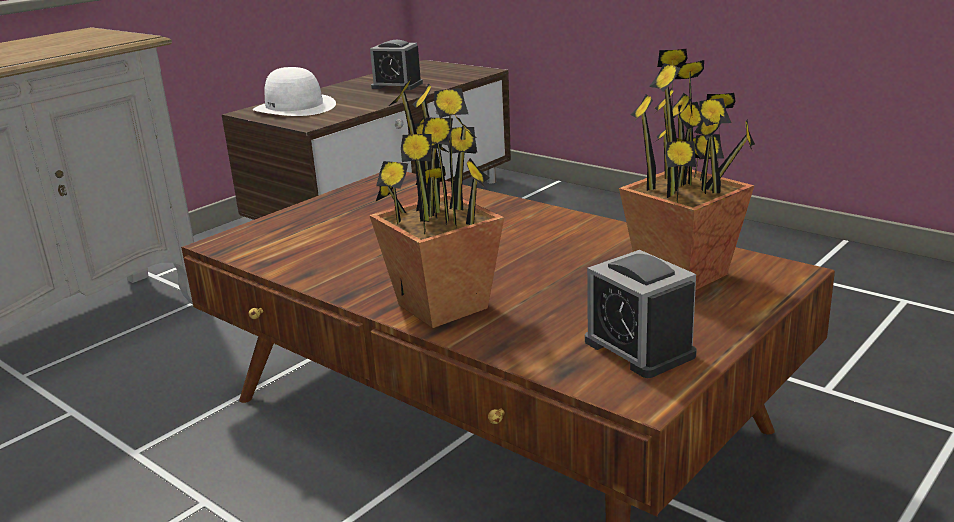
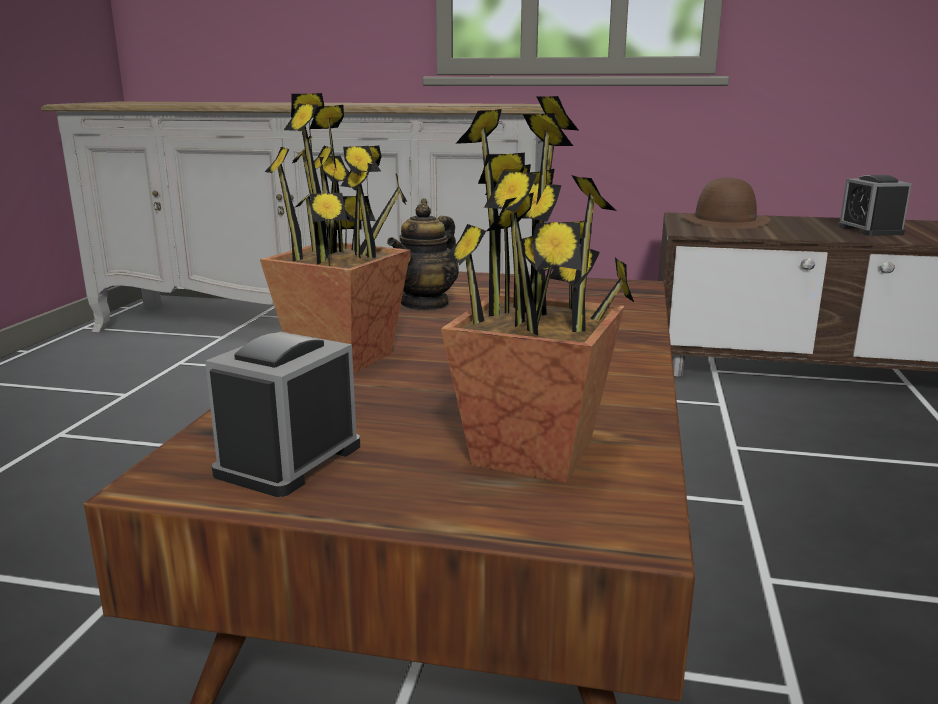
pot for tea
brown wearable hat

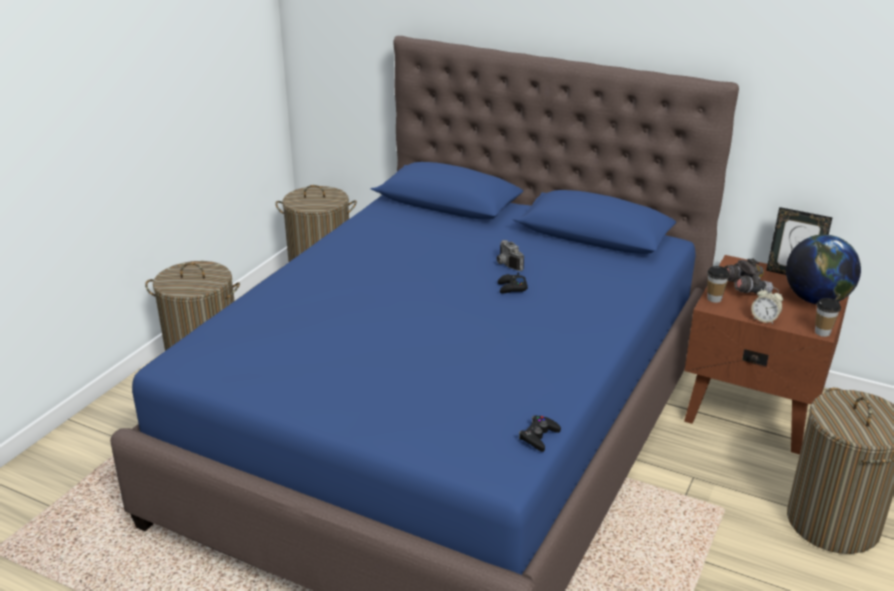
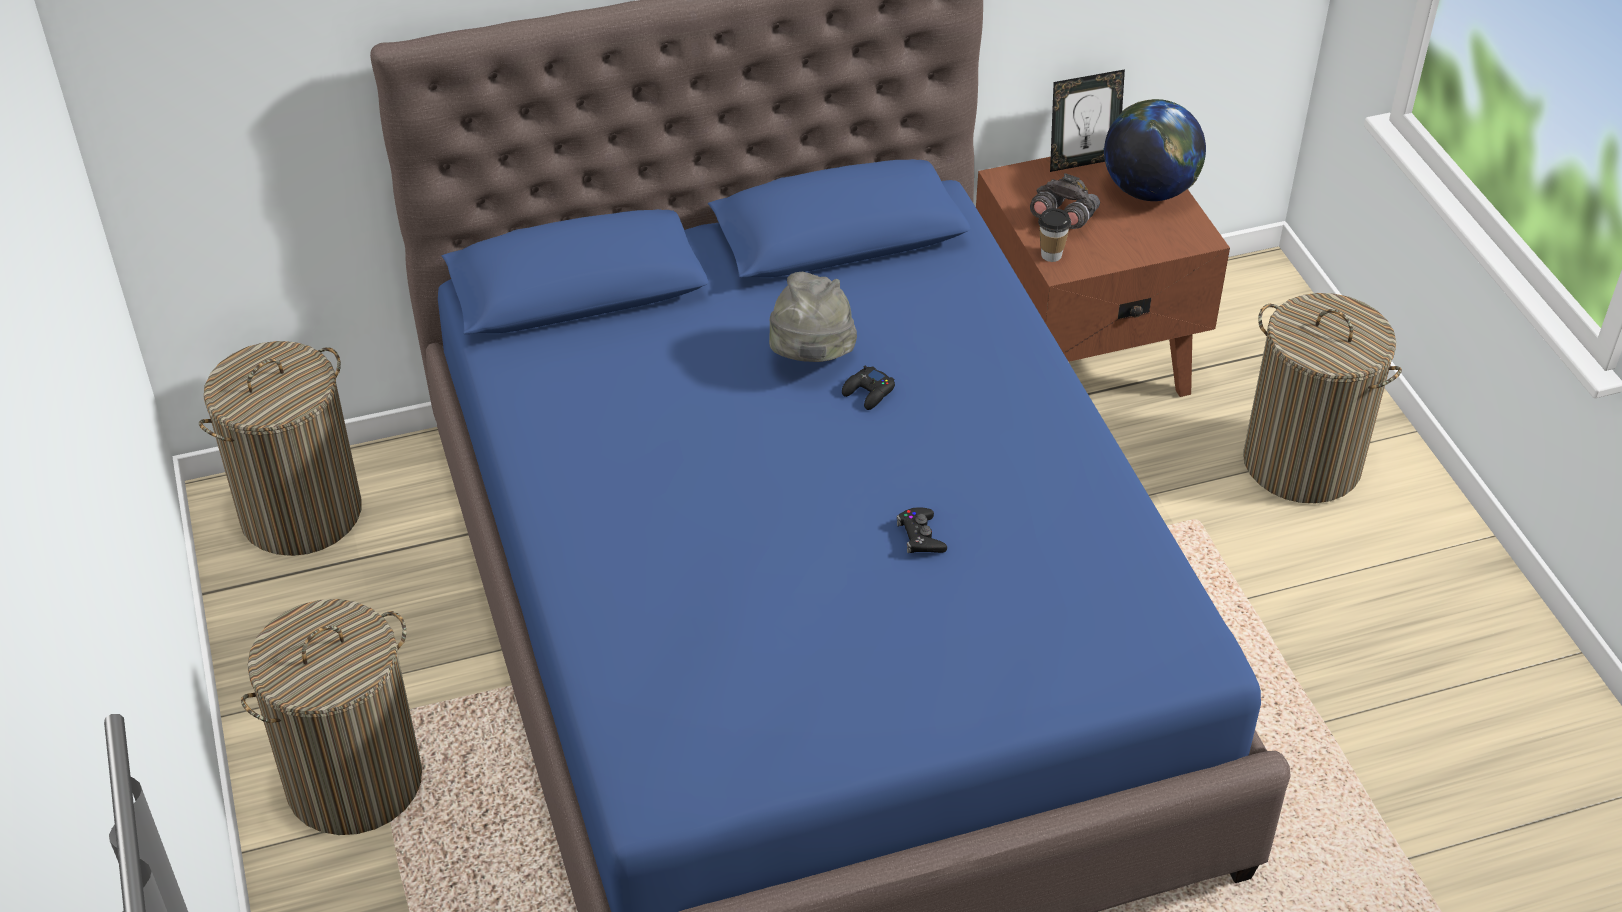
greyish wearable hat
blackish game controller (no. 2 from left)
alarm clock
cup (no. 2 from left in the first image)

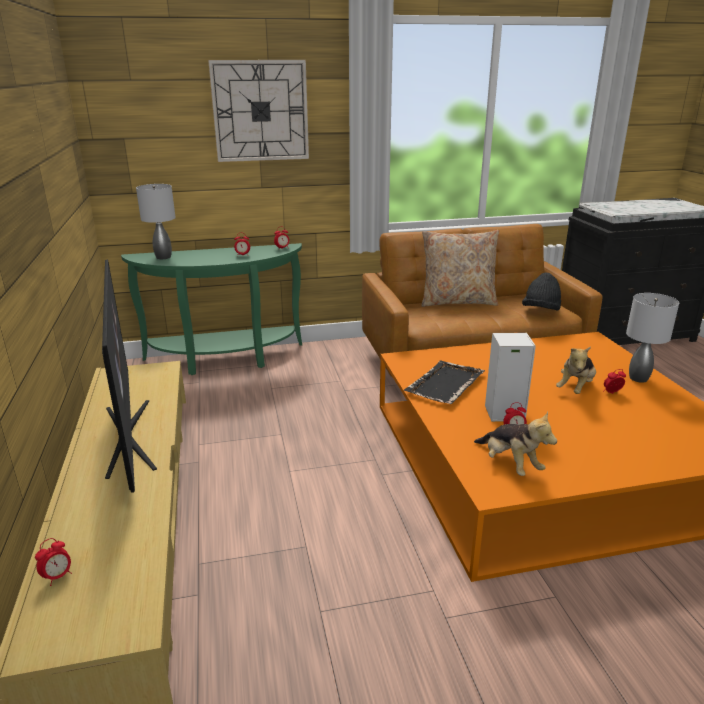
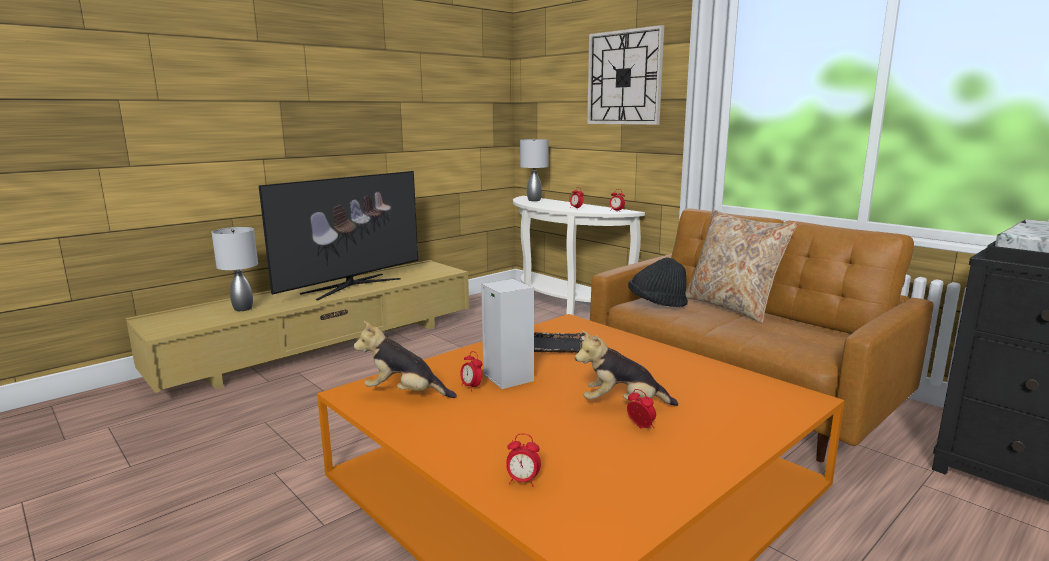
greyish table lamp (no. 1 from left)
cuddly toy (no. 1 from left)
alarm clock (no. 2 from left)
white console table
blackish wearable hat

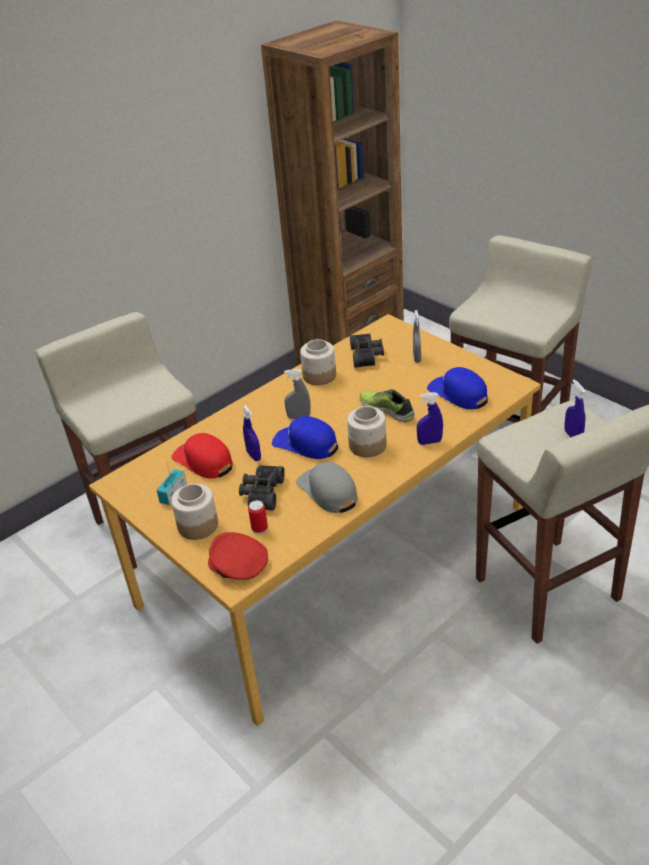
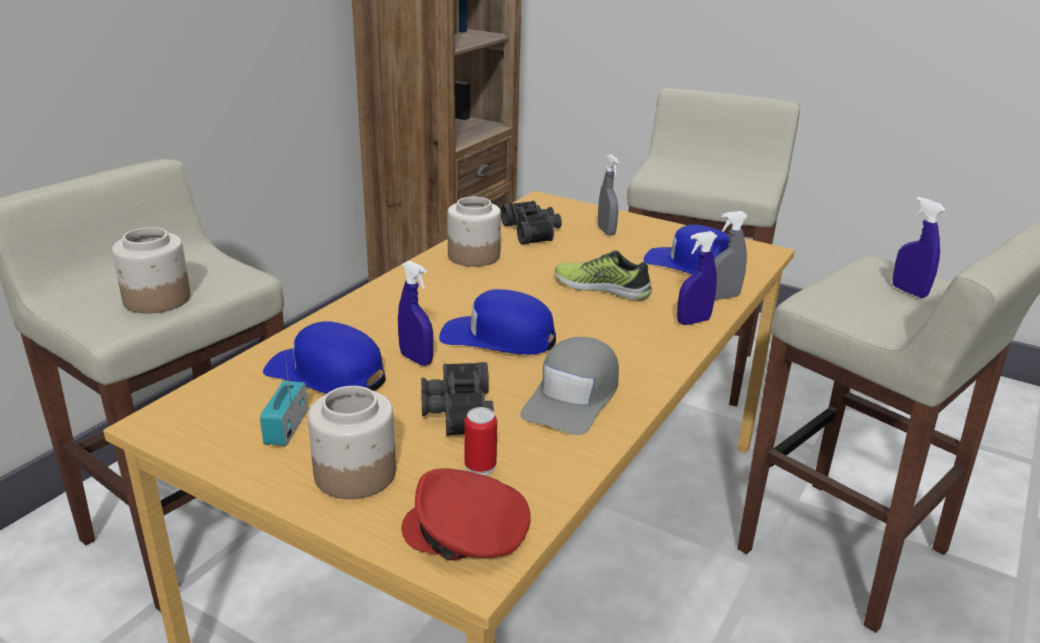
preserve jar (no. 1 from left)
bluish peaked cap (no. 1 from left)
greyish peaked cap
greyish spray bottle (no. 2 from left)

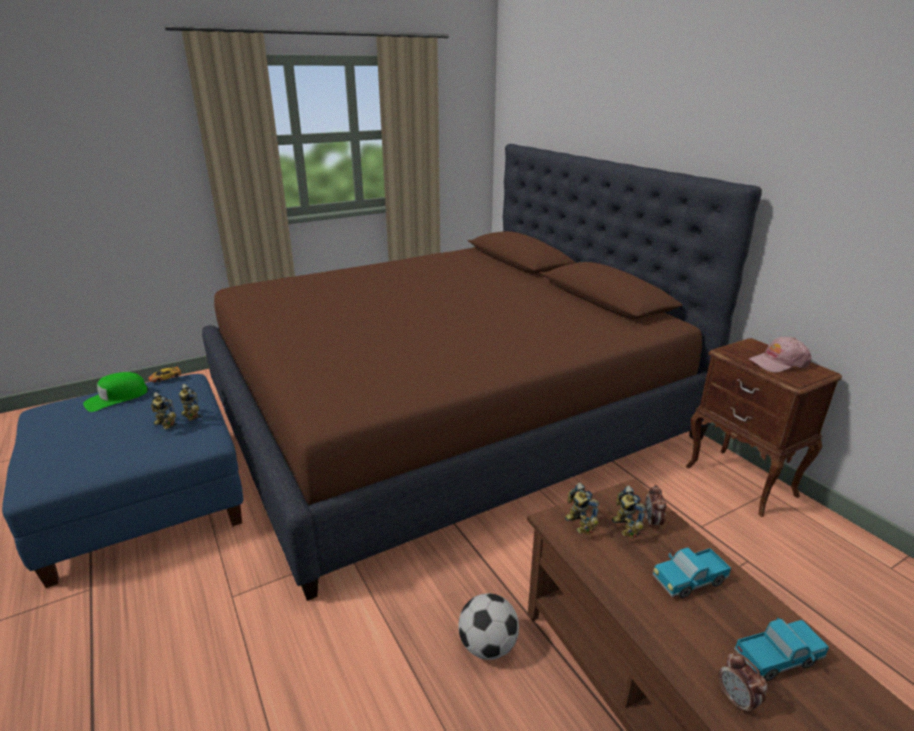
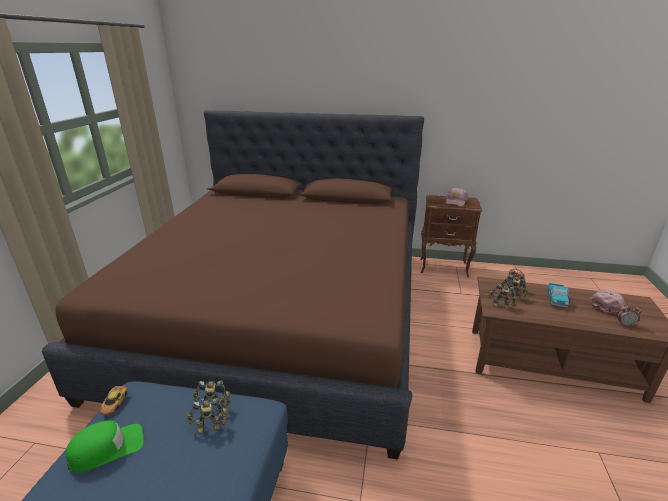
green-coloured peaked cap
pinkish peaked cap (no. 2 from left)
football

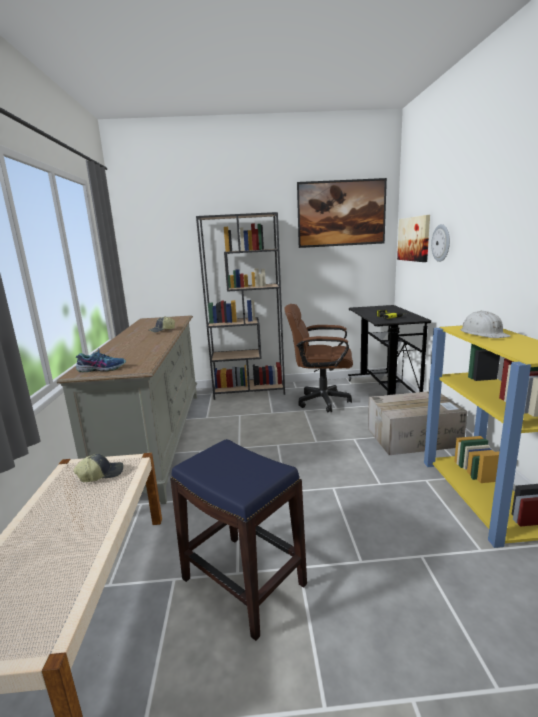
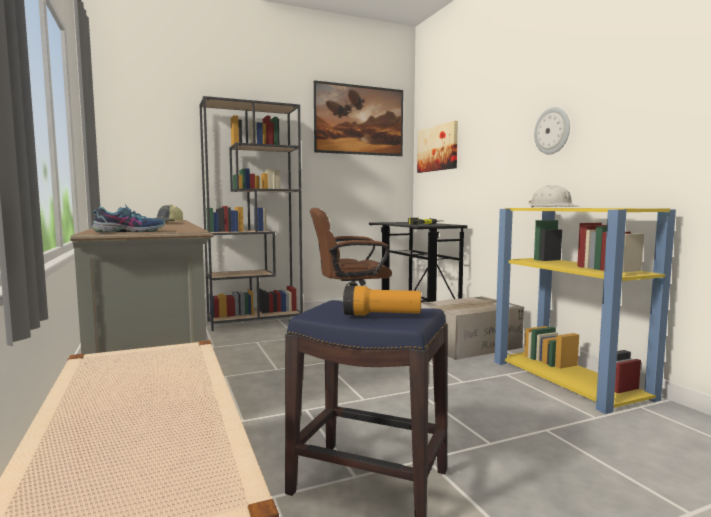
flashlight
wall clock
peaked cap (no. 1 from left in the first image)

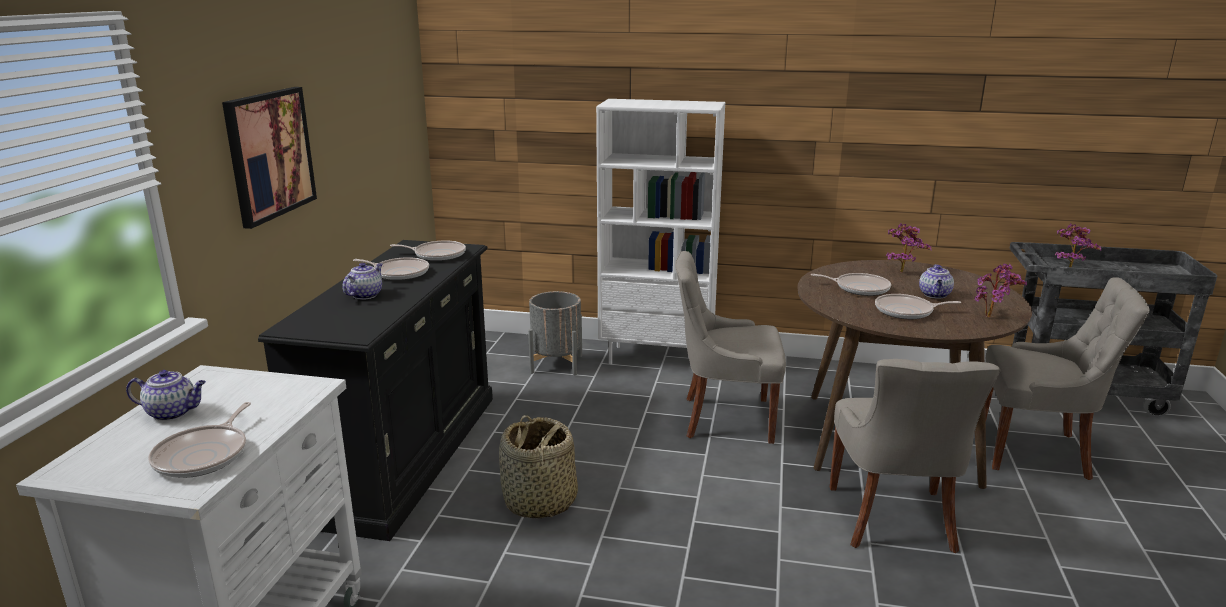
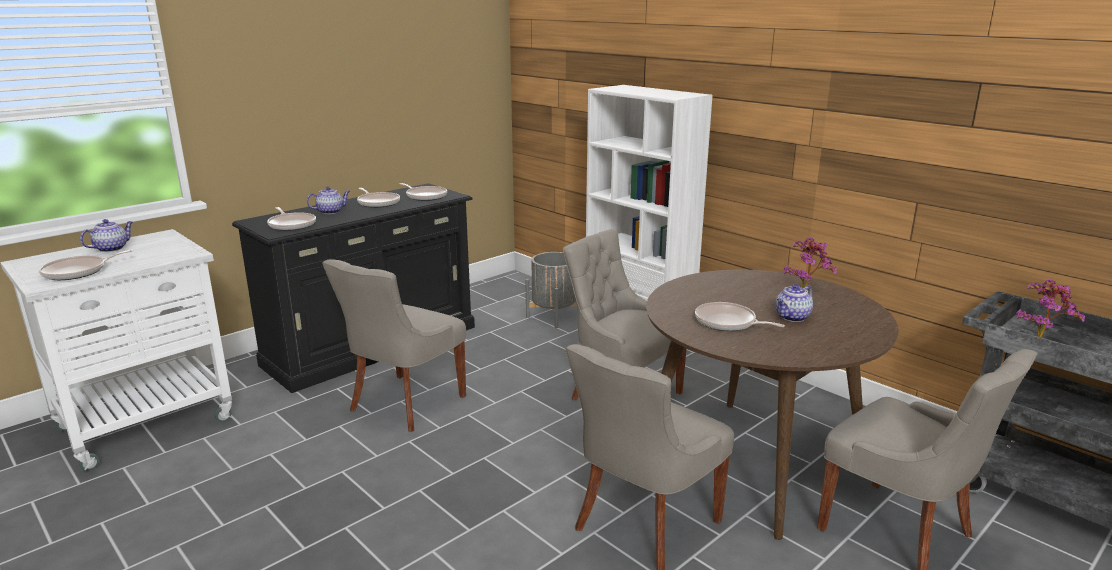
pot for tea (no. 1 from left)
skillet (no. 2 from left)
greyish chair (no. 1 from left)
picture
potted plant (no. 2 from left in the first image)

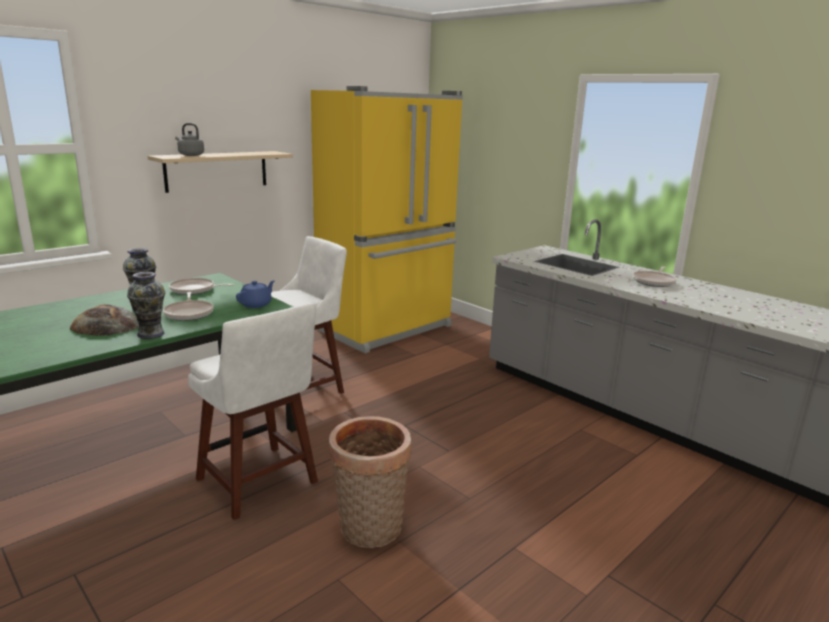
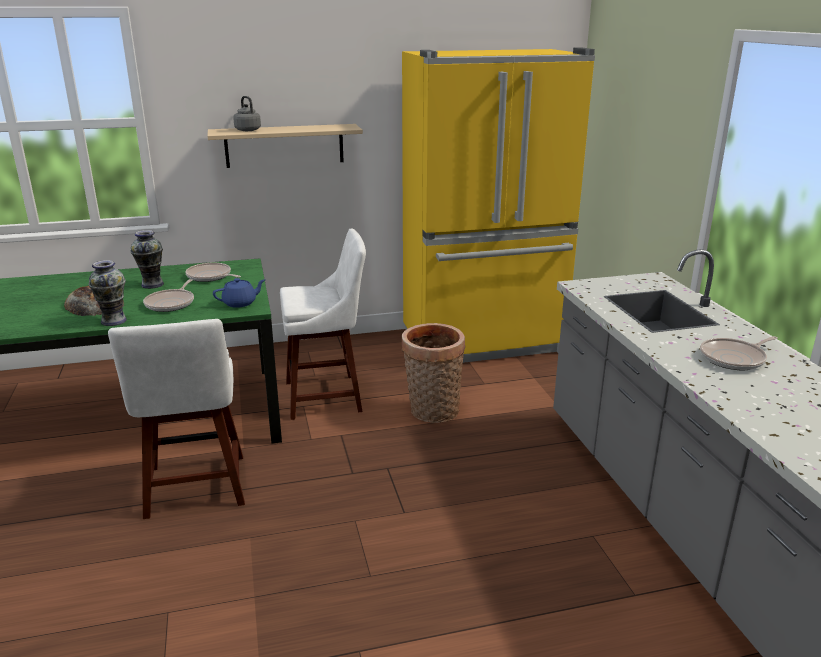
storage basket

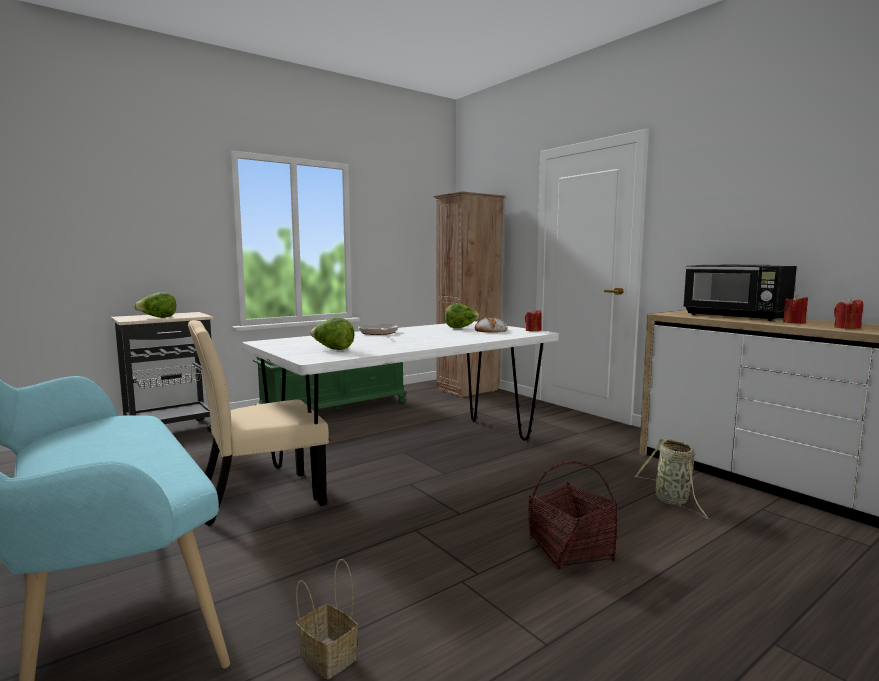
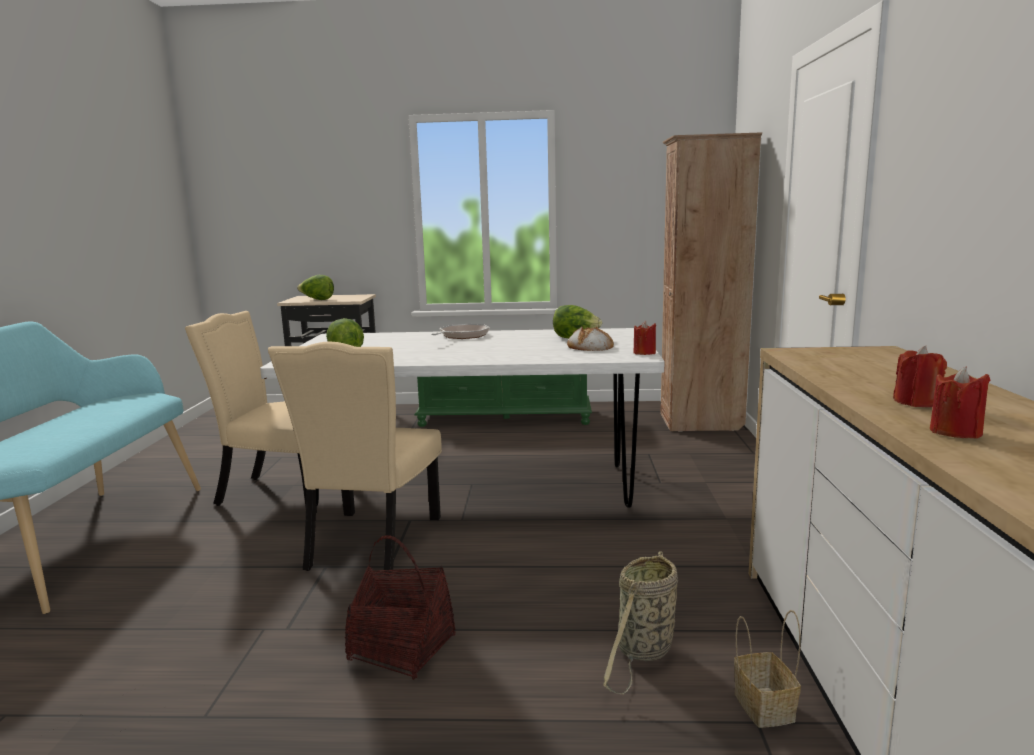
beige-coloured chair (no. 2 from left)
storage basket (no. 3 from left)
blackish microwave oven

